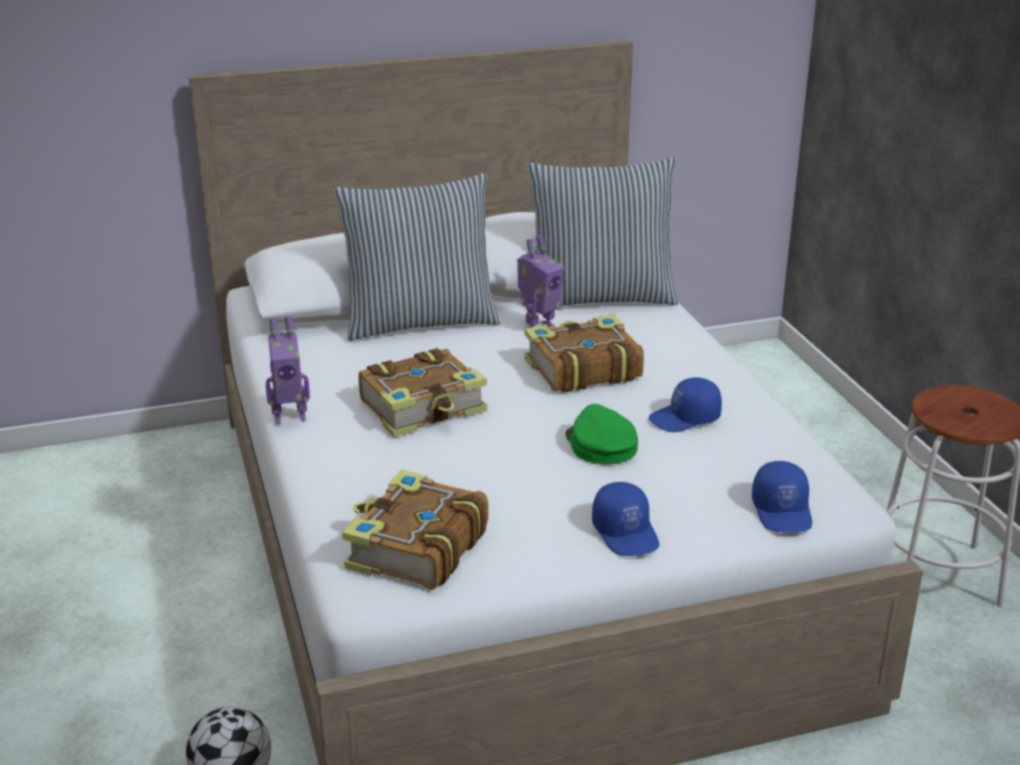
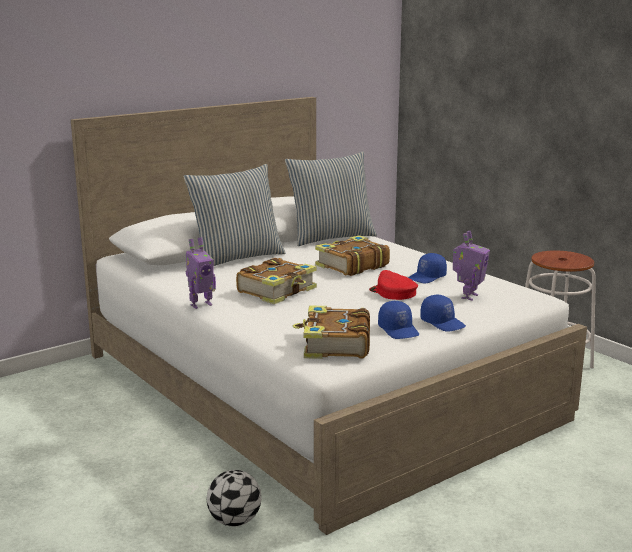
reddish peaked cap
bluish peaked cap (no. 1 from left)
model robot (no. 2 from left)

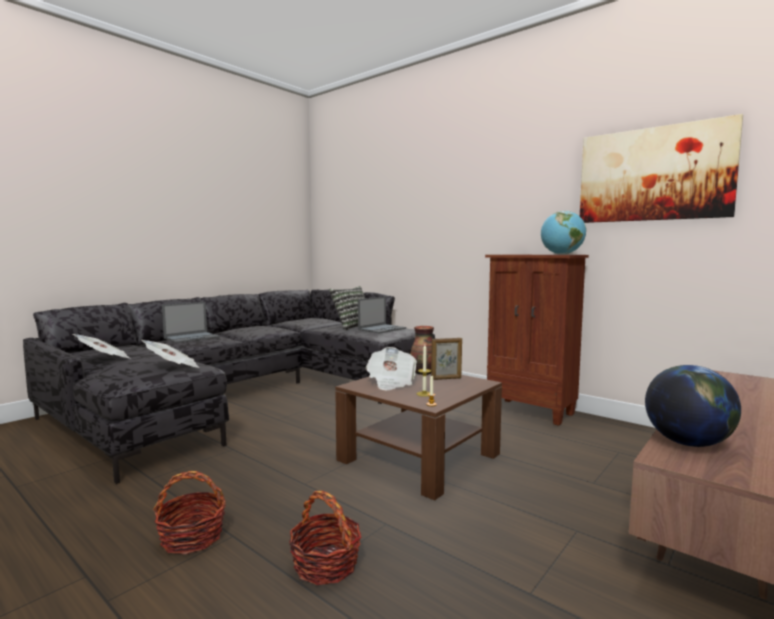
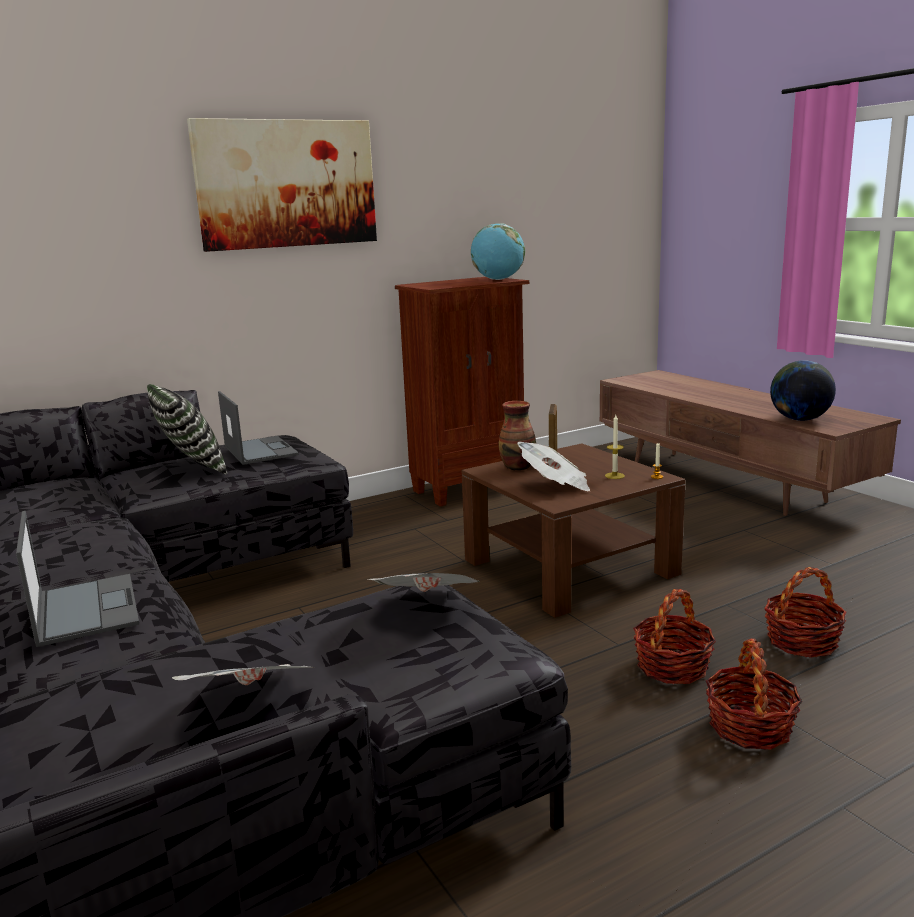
picture
storage basket (no. 1 from left)

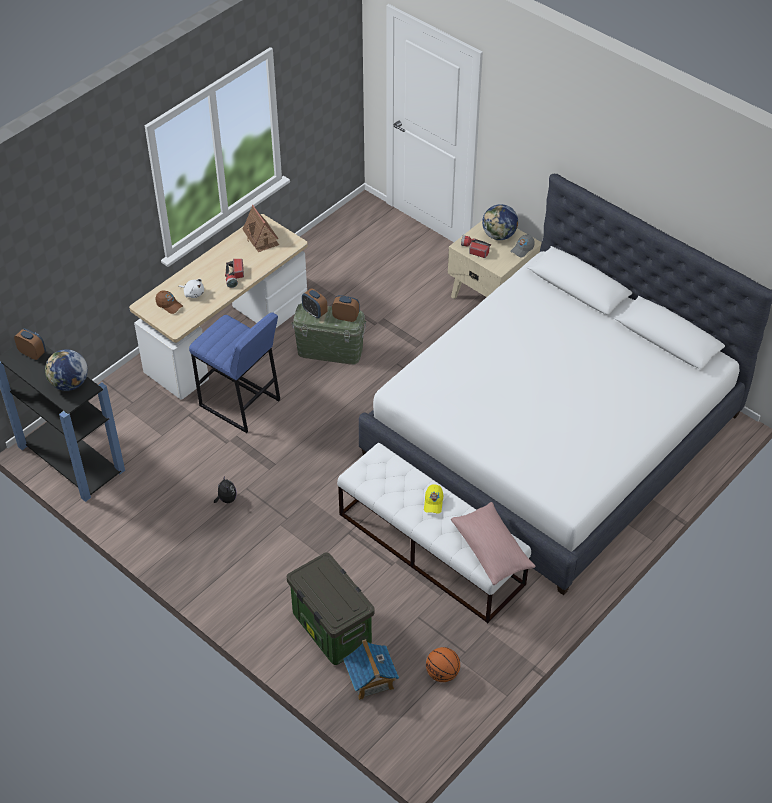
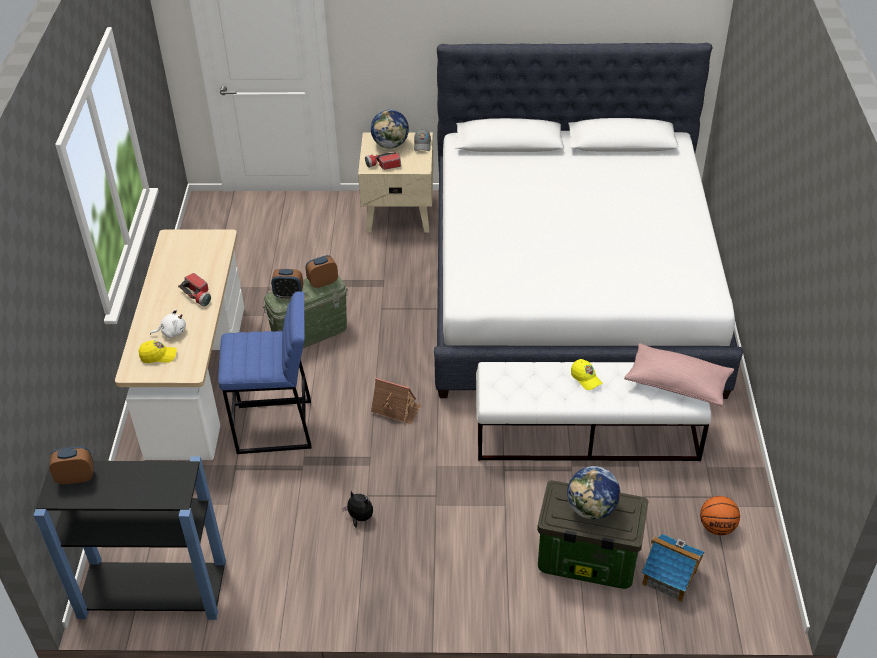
yellow-coloured peaked cap (no. 1 from left)
miniature house (no. 1 from left)
desk globe (no. 2 from left)

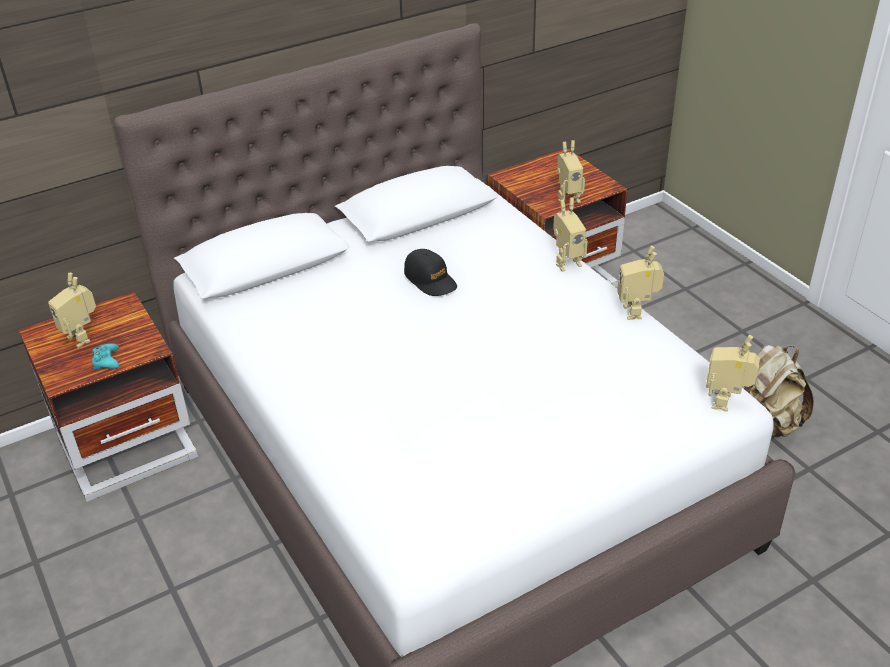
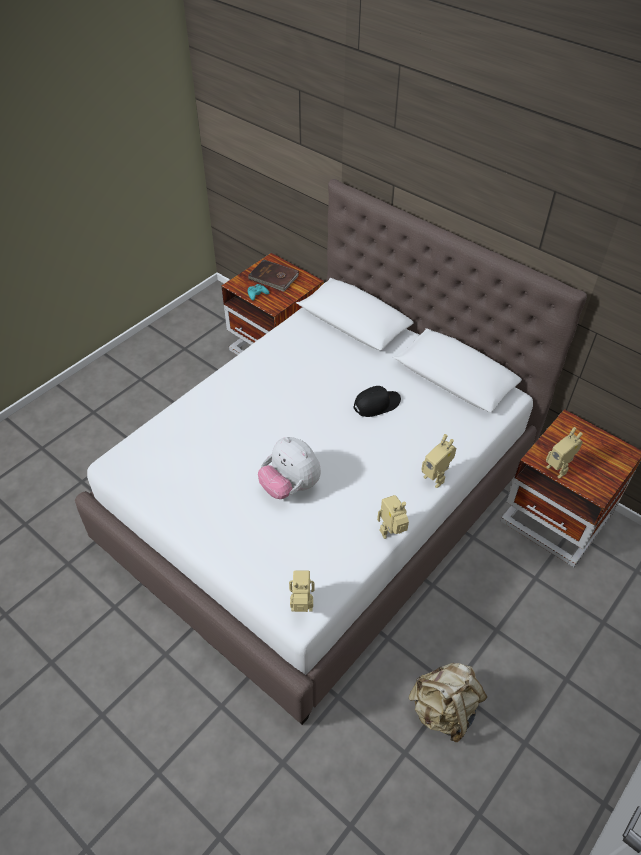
brown book
cuddly toy
blackish peaked cap

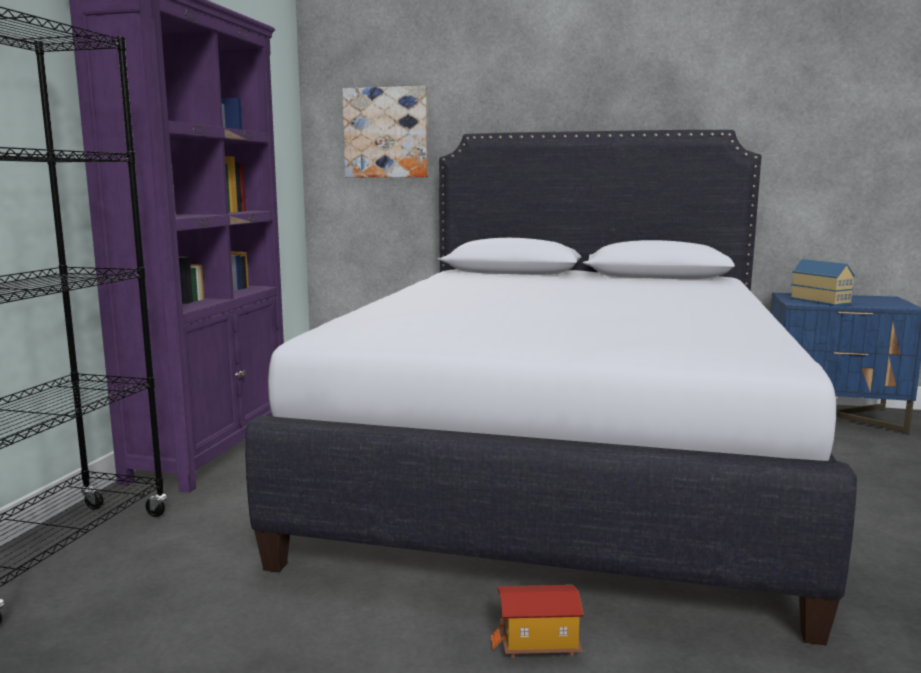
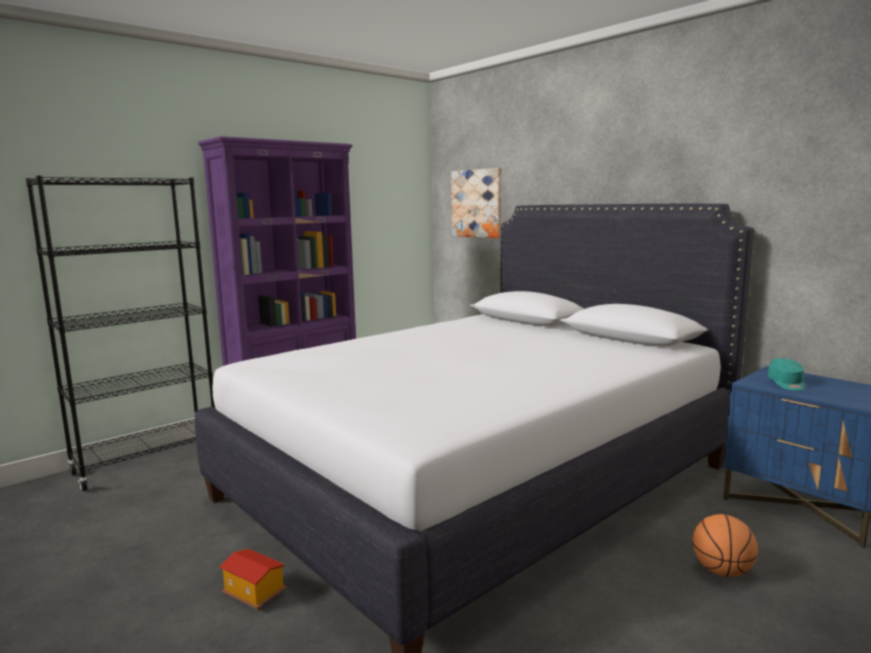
basketball ball
blue-green peaked cap

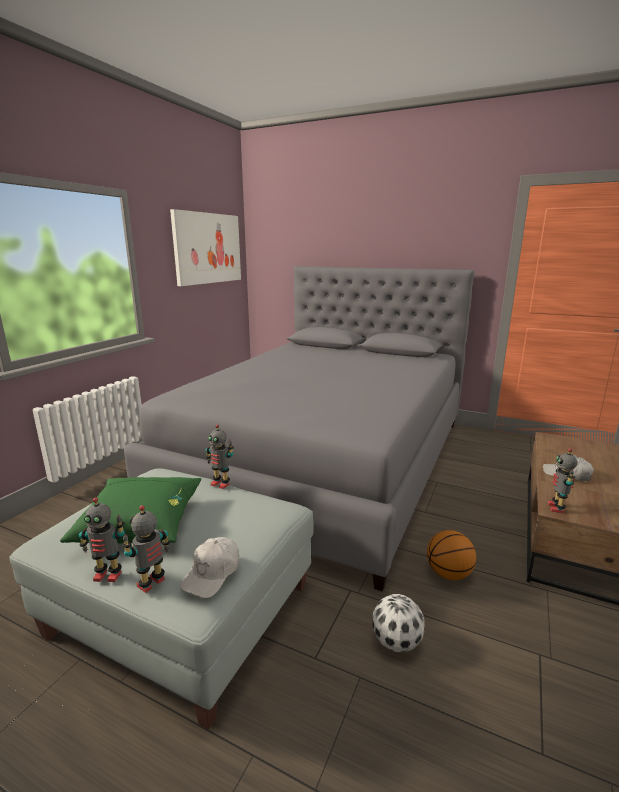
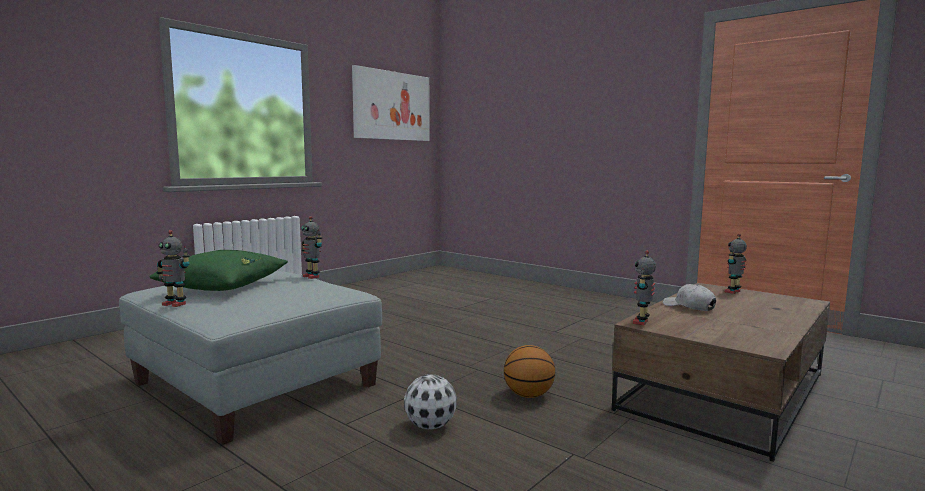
model robot (no. 4 from left)
greyish sleeping bed
white peaked cap (no. 1 from left in the first image)

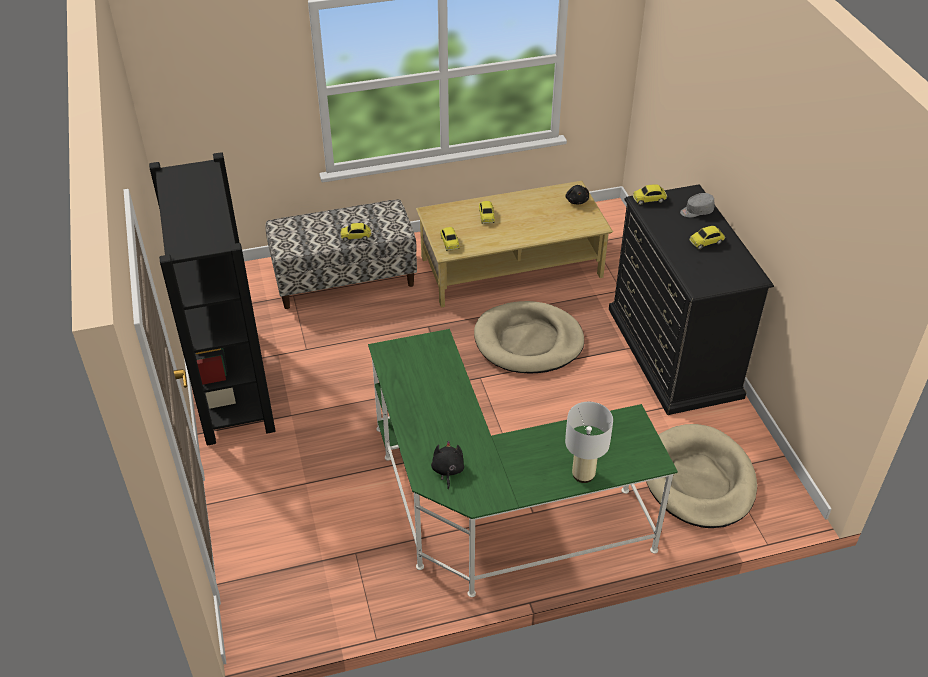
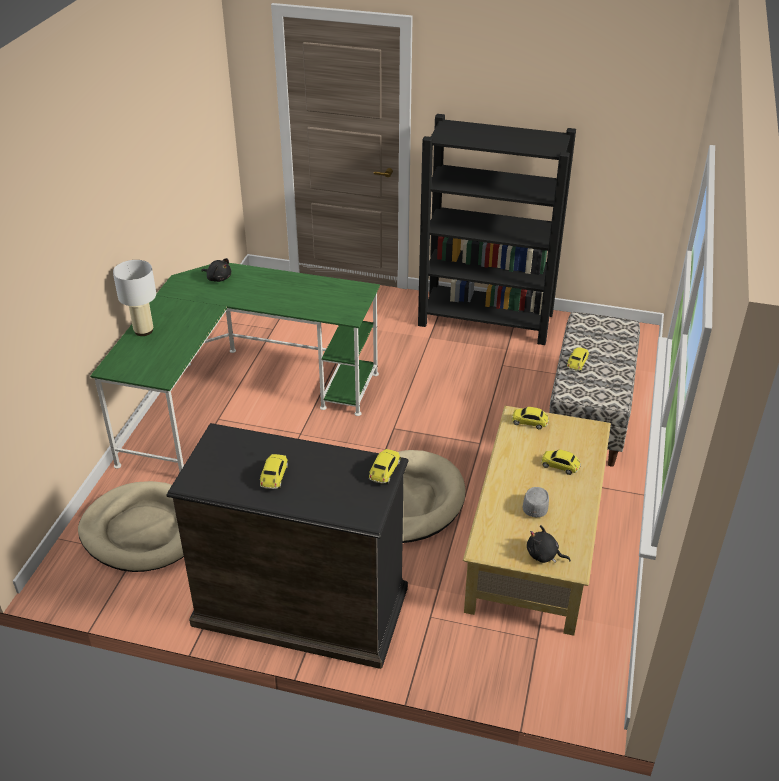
greyish peaked cap

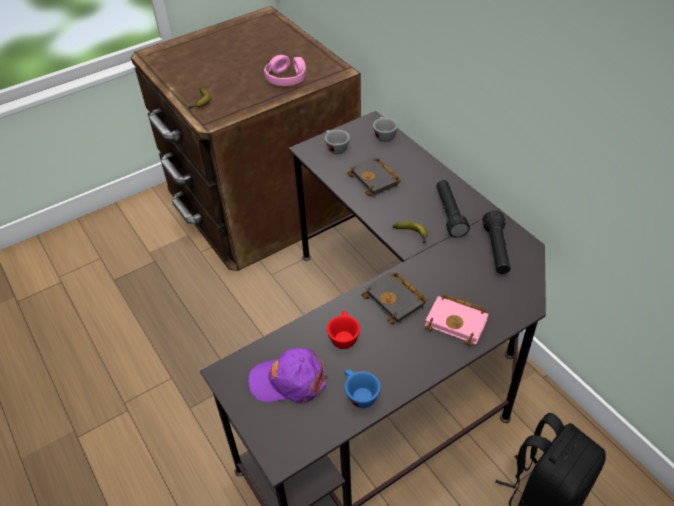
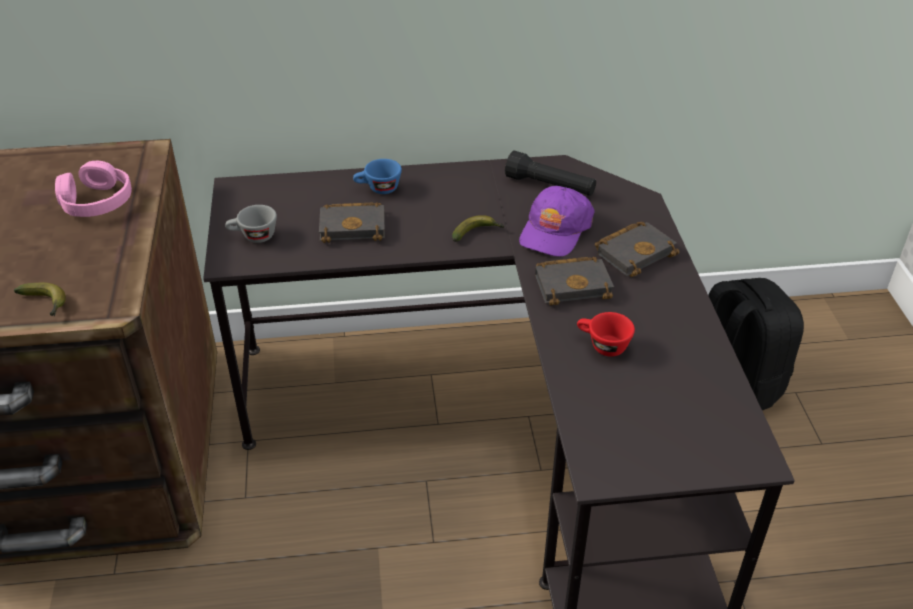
bluish cup
purple-coloured peaked cap
blackish book (no. 3 from left)
greyish cup (no. 2 from left in the first image)
blackish flashlight (no. 1 from left in the first image)

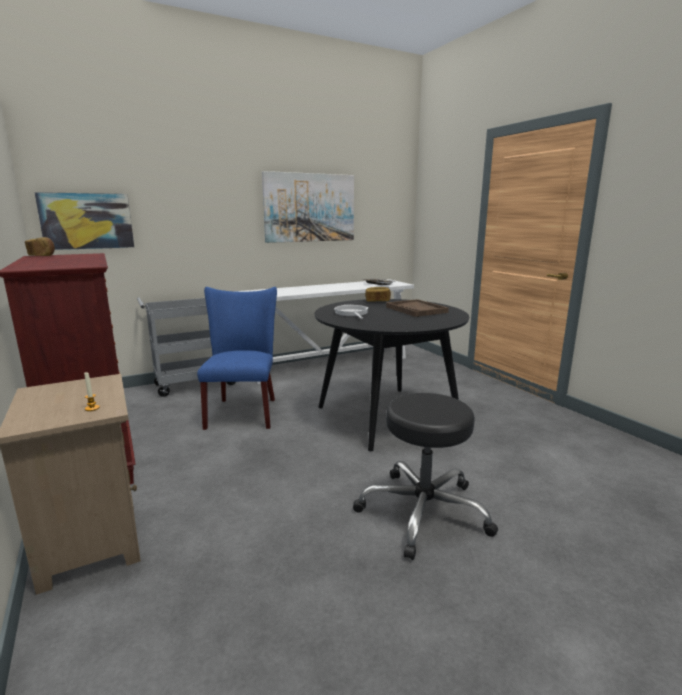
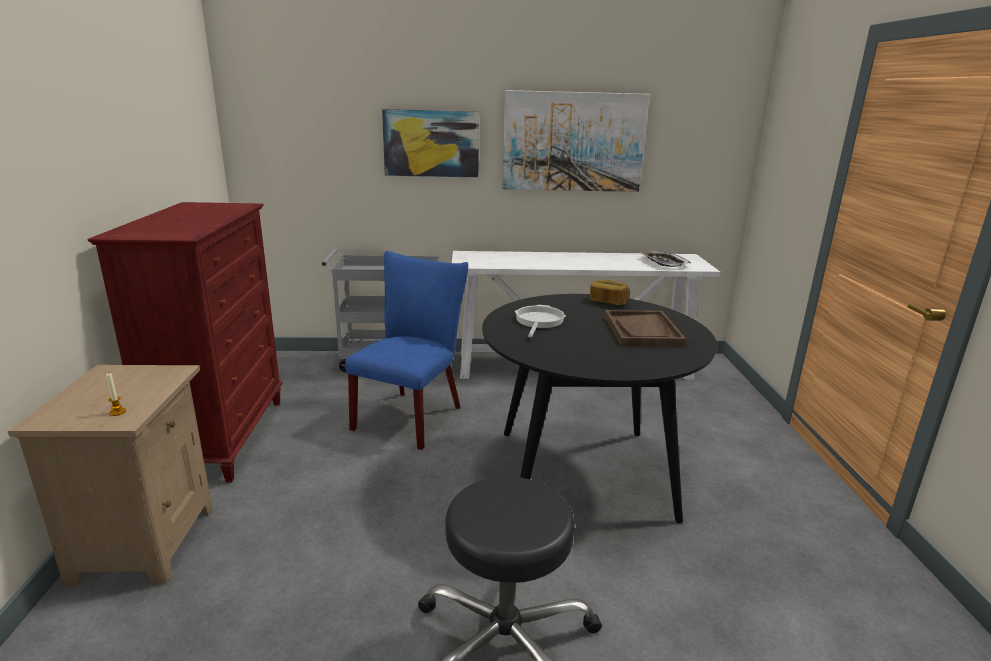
picture (no. 1 from left)
bakery bread (no. 1 from left in the first image)

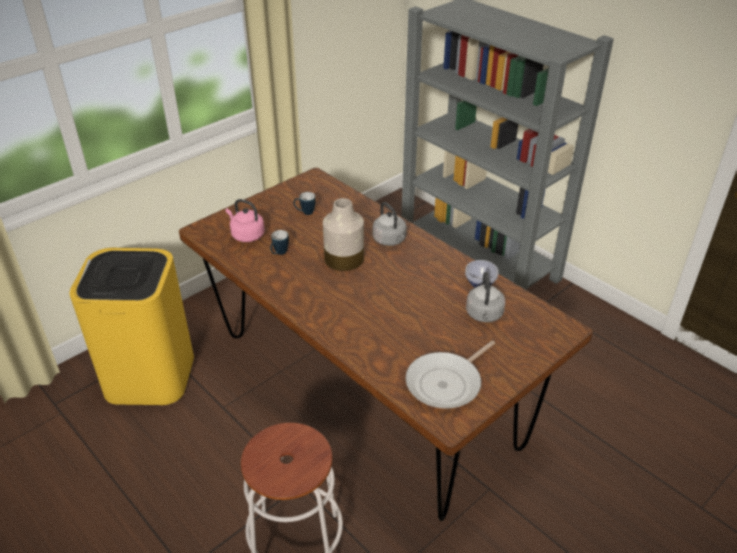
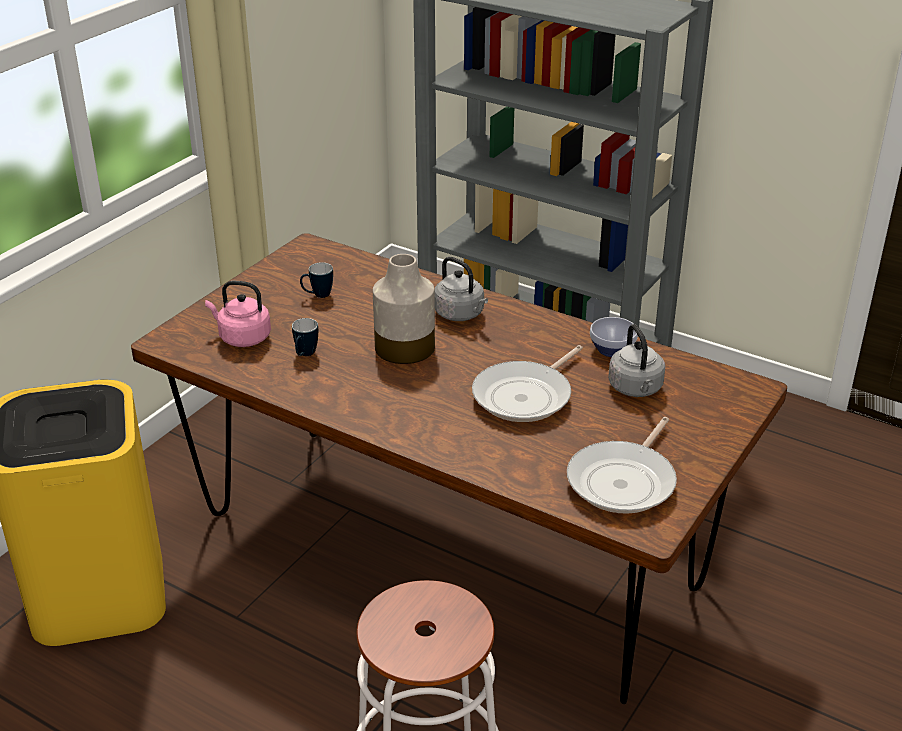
skillet (no. 1 from left)

